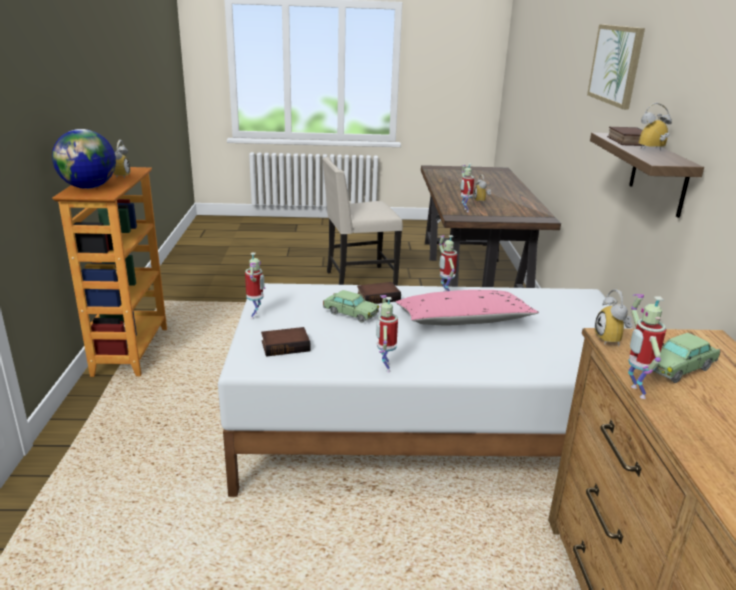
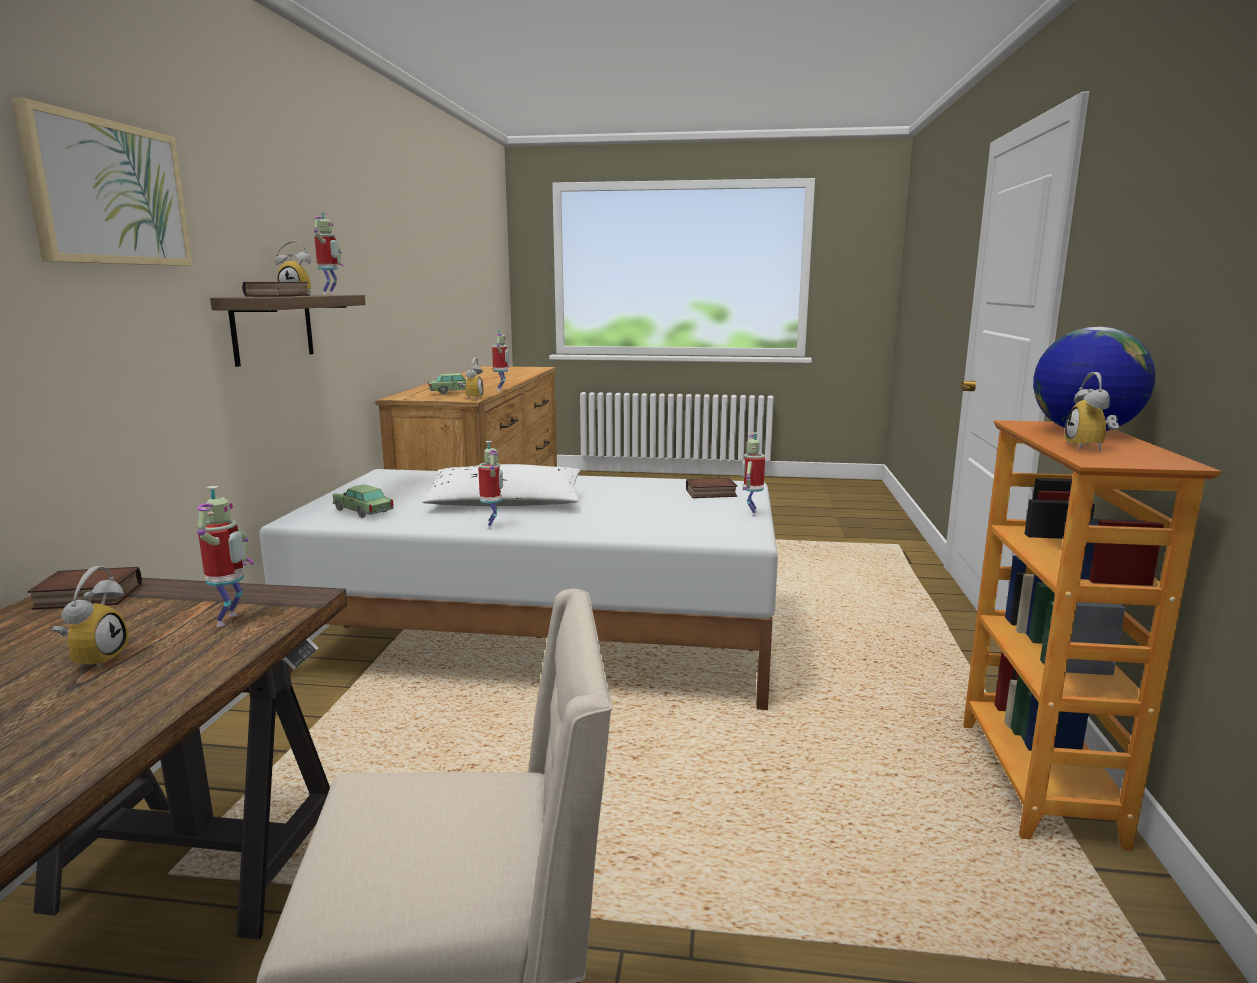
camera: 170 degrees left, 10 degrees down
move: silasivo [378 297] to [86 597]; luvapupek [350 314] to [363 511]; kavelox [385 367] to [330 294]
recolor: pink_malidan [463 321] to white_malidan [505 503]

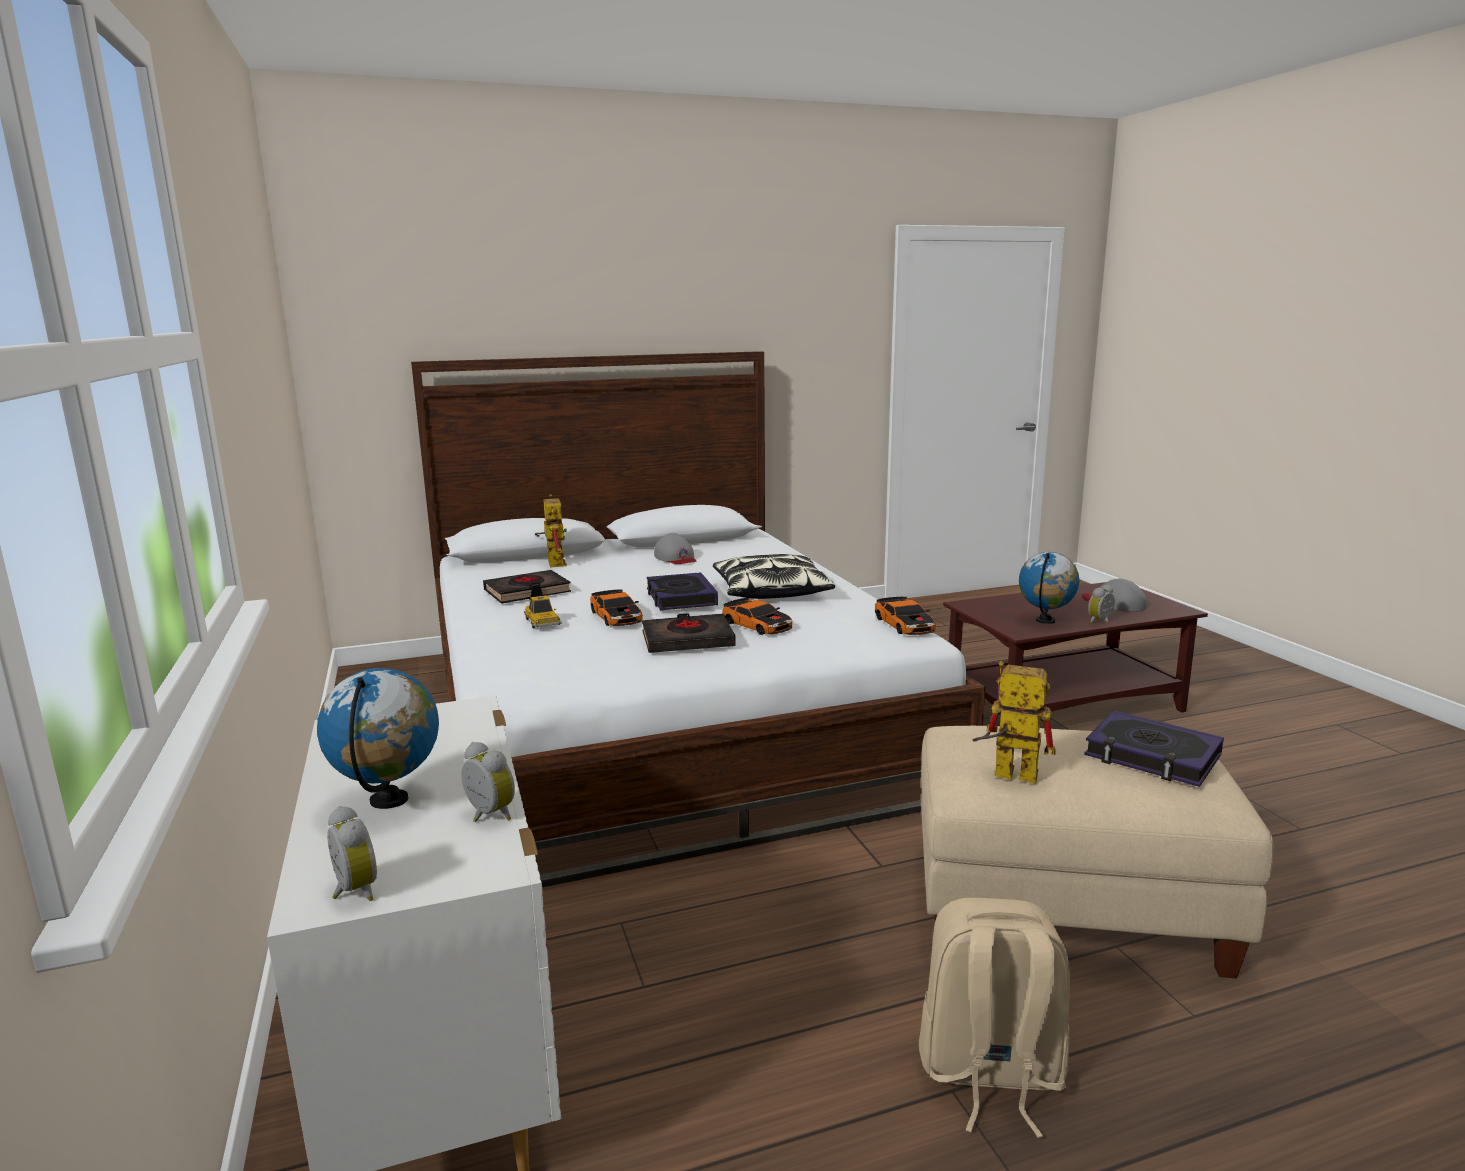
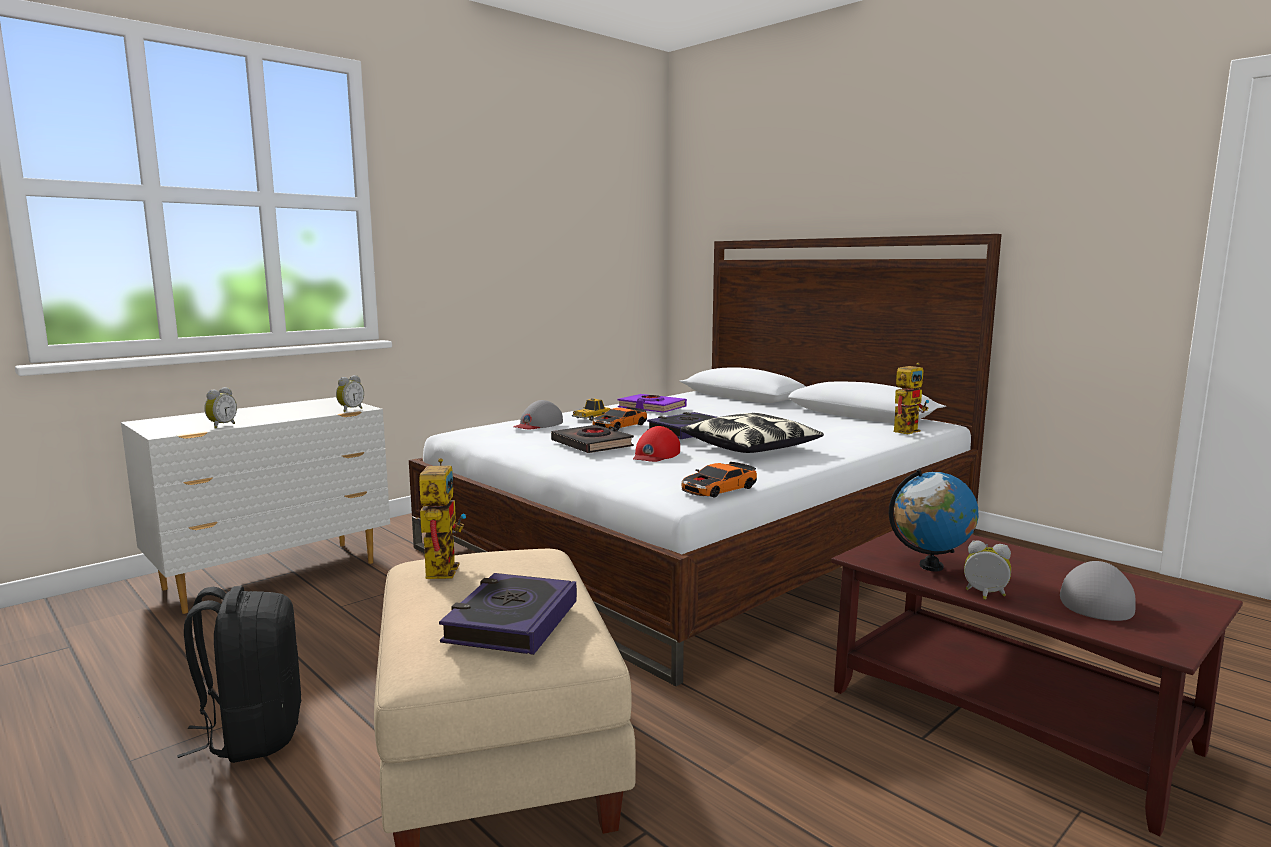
camera: 65 degrees right, 5 degrees down
delete: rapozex [389 800]
move: kavelox [553 562] to [907 430]; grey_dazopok [676 558] to [538 424]; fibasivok [352 892] to [350 410]
replace: luvapupek [758 624] to red_dazopok [655 454]
recolor: black_silasivo [527 592] to purple_silasivo [651 408]; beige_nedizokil [989 1074] to black_nedizokil [253 734]

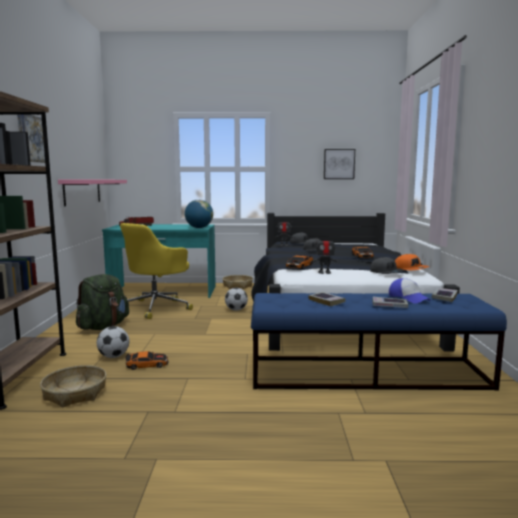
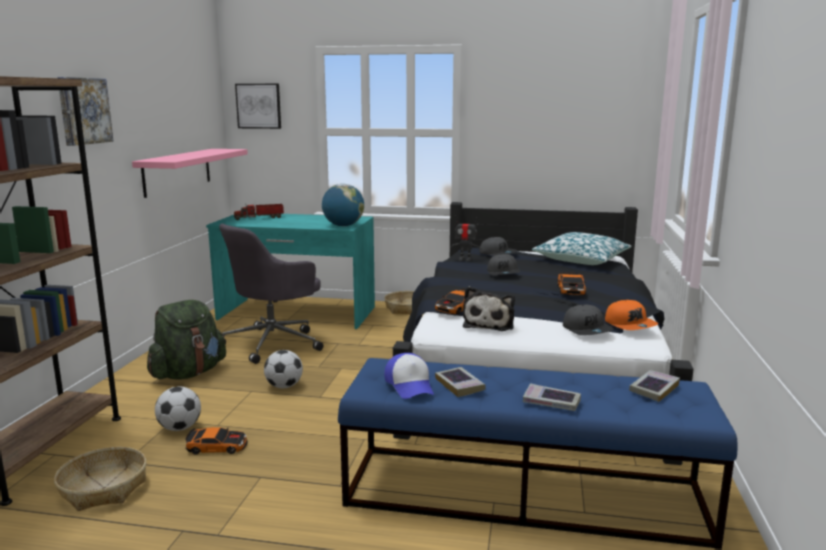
camera: 10 degrees right, 5 degrees up
insert: malidan [581 259]
move: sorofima [339 164] to [259 106]; dazopok [408 298] to [410 385]; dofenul [236 310] to [284 386]
replace: kavelox [324 272] to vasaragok [489 324]
recolor: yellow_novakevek [156 307] to grey_novakevek [273 343]

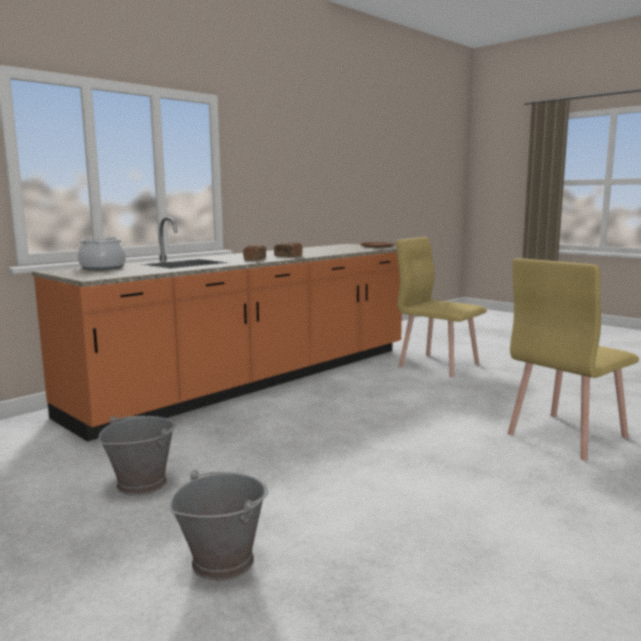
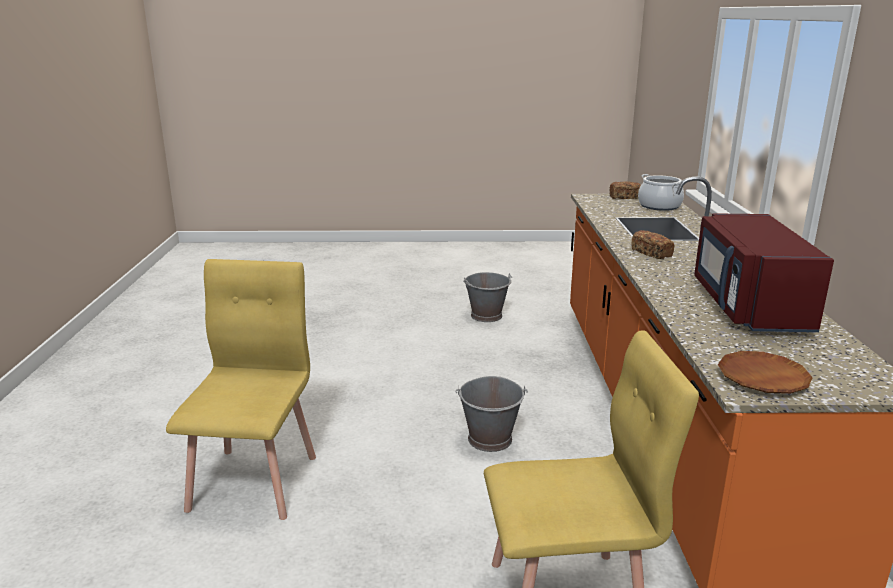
camera: 135 degrees right, 10 degrees up
insert: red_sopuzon [747 306]
move: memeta [288 256] to [625 197]; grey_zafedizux [223 561] to [490 439]

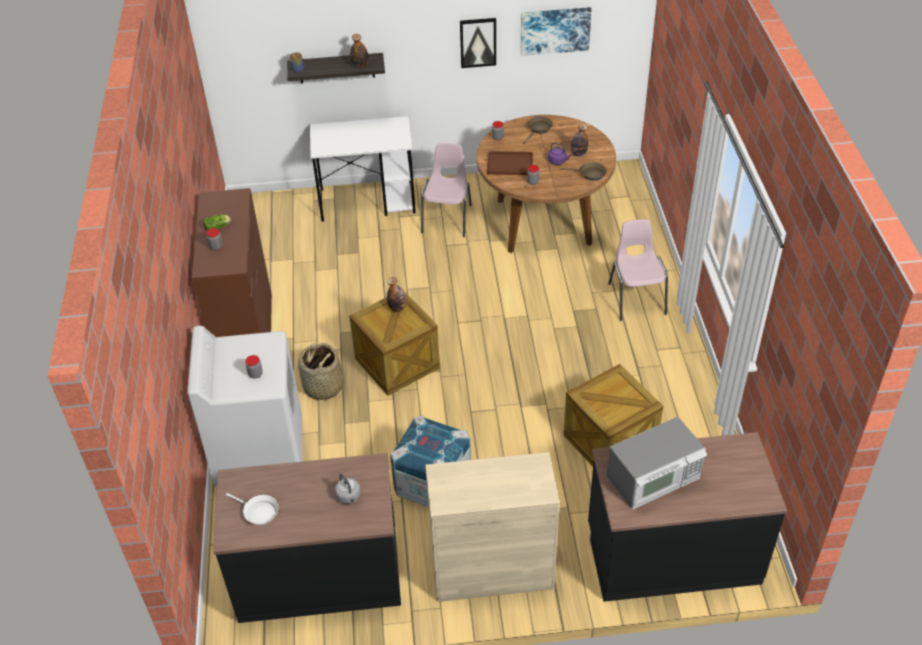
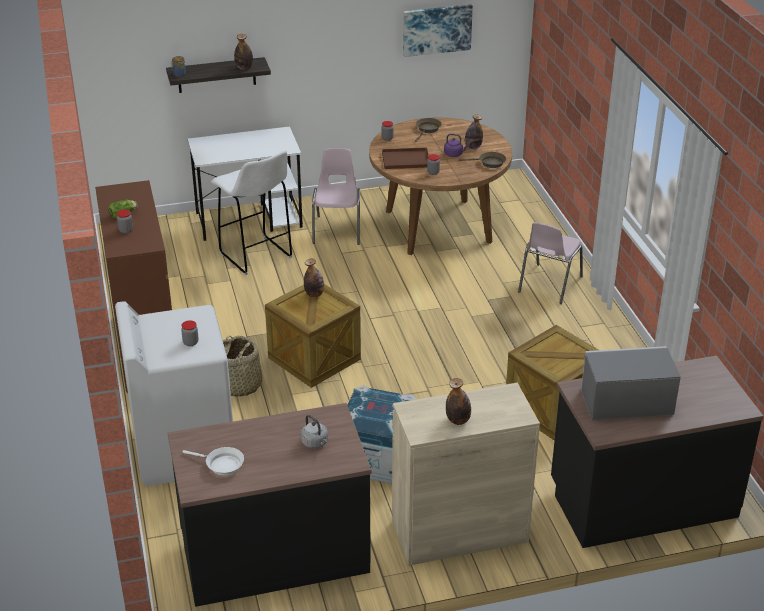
camera: 10 degrees left, 10 degrees down
delete: sorofima [478 42]
insert: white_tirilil [257 256]; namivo [458 420]
rotate: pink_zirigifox [636 298] = [549 284] 135 degrees counterclockwise; sopuzon [654 478] = [626 400] 150 degrees counterclockwise

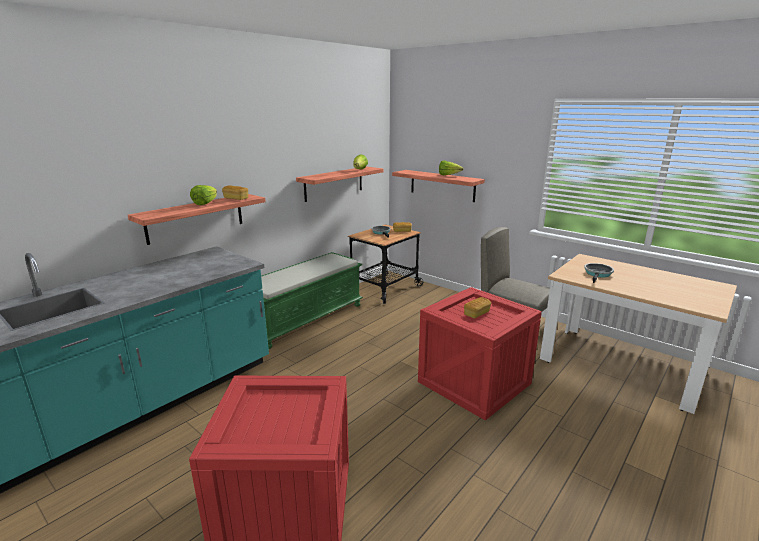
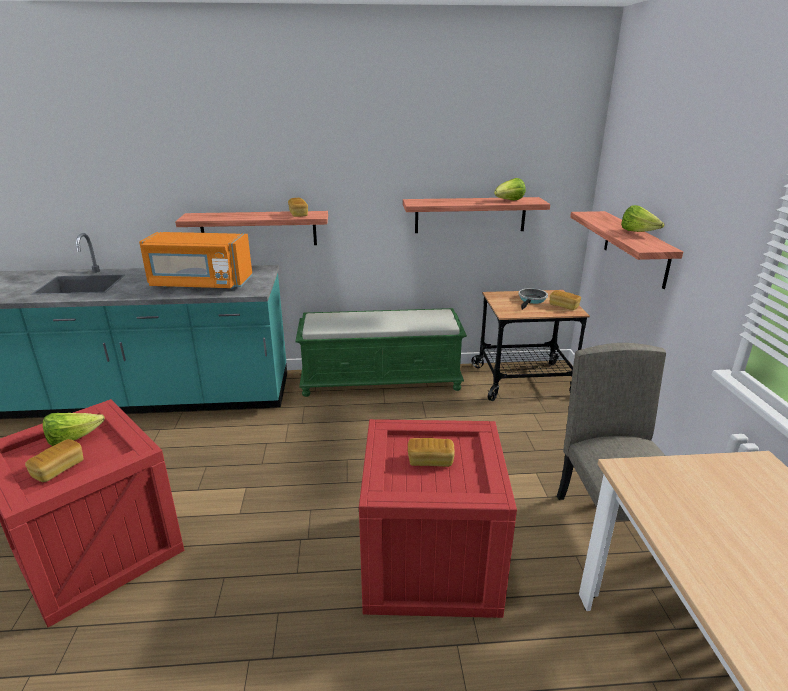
camera: 45 degrees right, 5 degrees up
delete: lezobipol [598 274]
insert: orange_sopuzon [200 284]; memeta [58 469]
move: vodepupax [205 203] to [73 439]

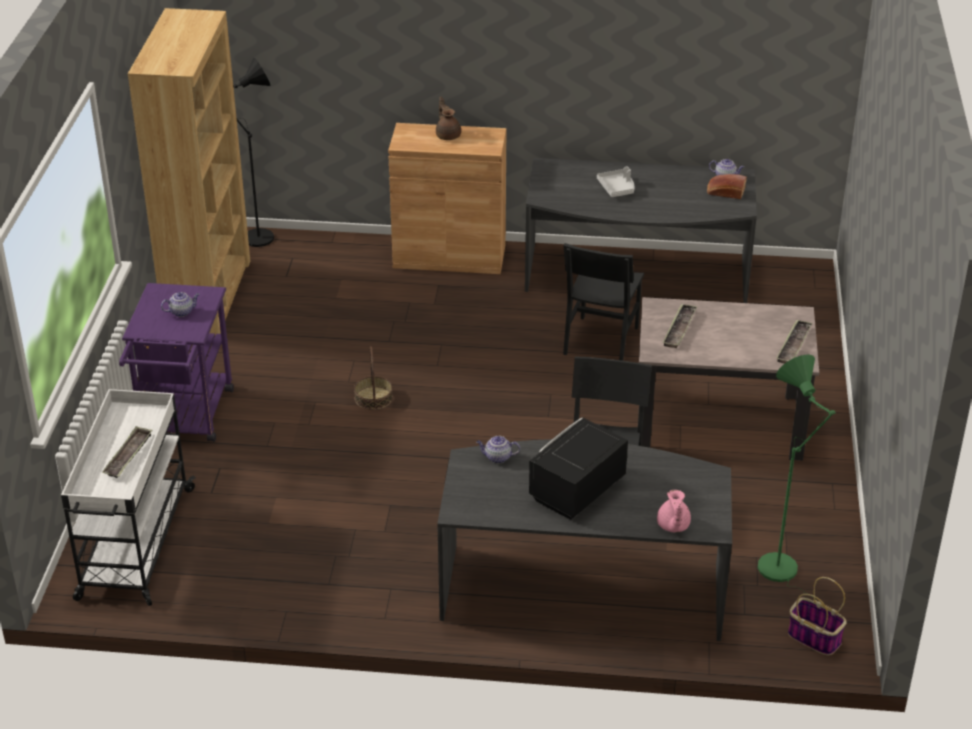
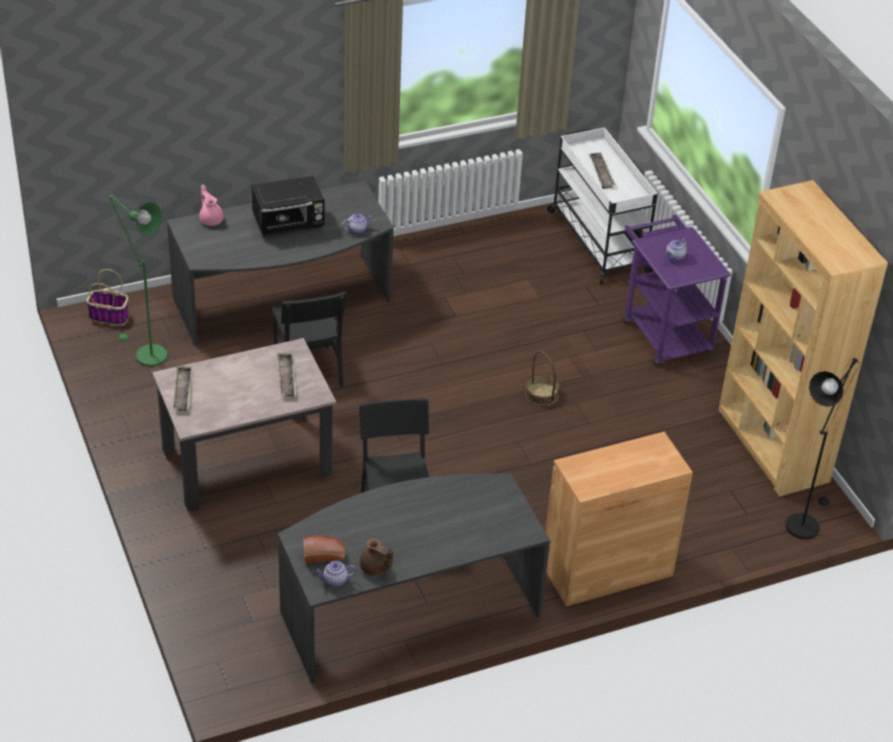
camera: 150 degrees right, 5 degrees up
delete: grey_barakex [617 188]
move: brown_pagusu [448 135] to [375 568]
rotate: black_sopuzon [575 490] = [289 223] 60 degrees clockwise

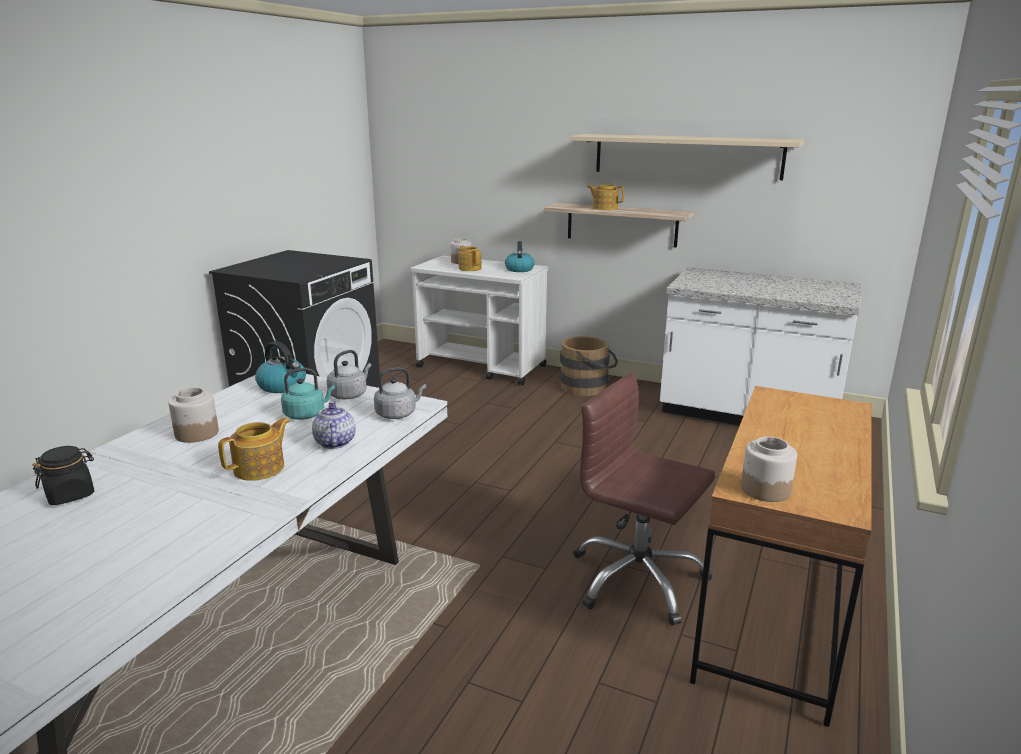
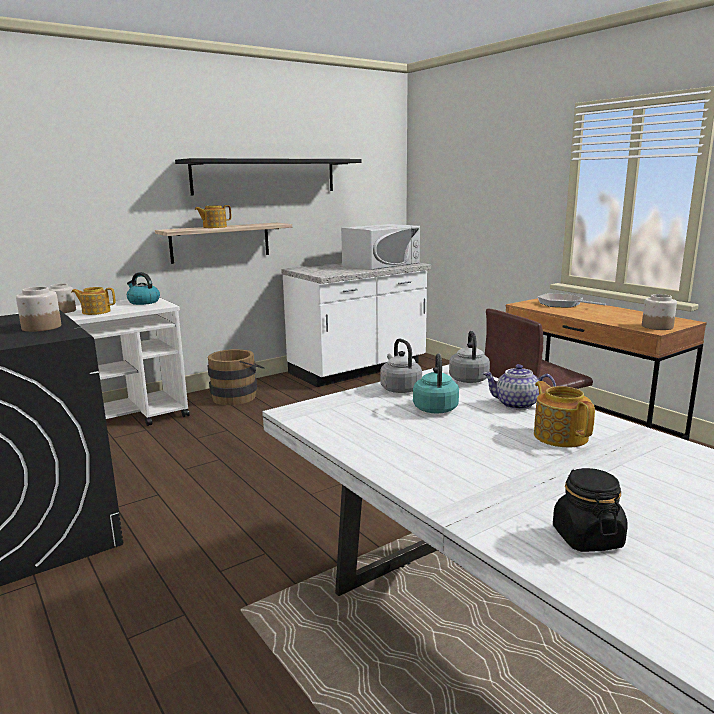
camera: 60 degrees left, 5 degrees down
delete: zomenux [283 386]
insert: white_sopuzon [381 264]; lezobipol [563 304]
move: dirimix [196 433] to [41 327]
recolor: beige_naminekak [686 156] to black_naminekak [265 176]

